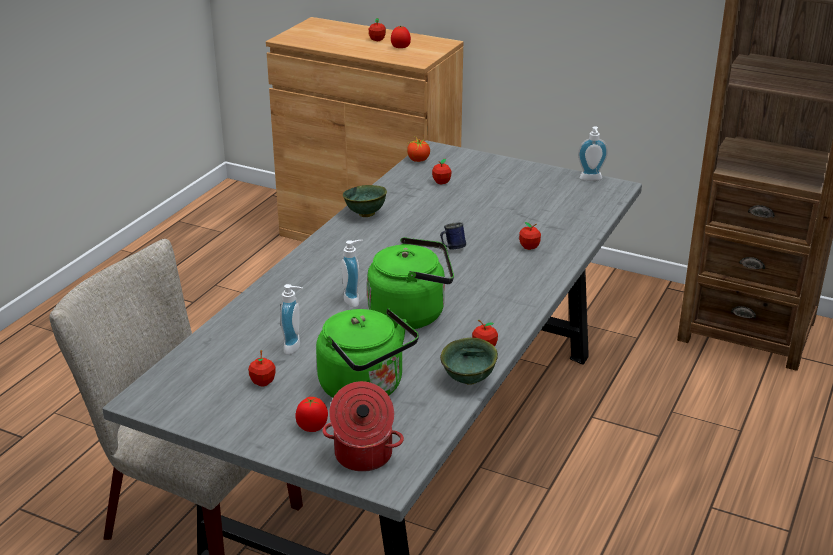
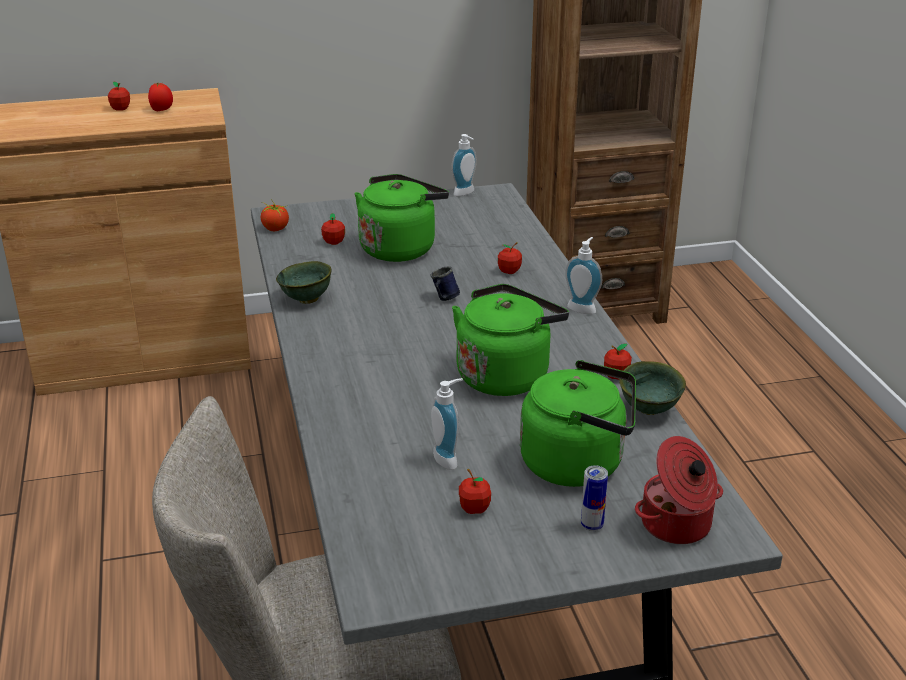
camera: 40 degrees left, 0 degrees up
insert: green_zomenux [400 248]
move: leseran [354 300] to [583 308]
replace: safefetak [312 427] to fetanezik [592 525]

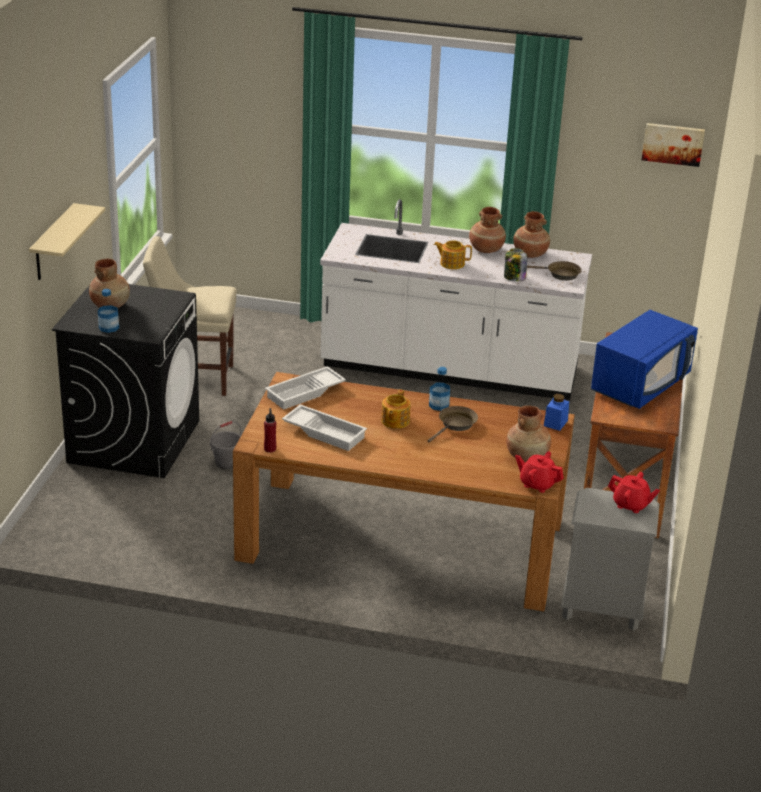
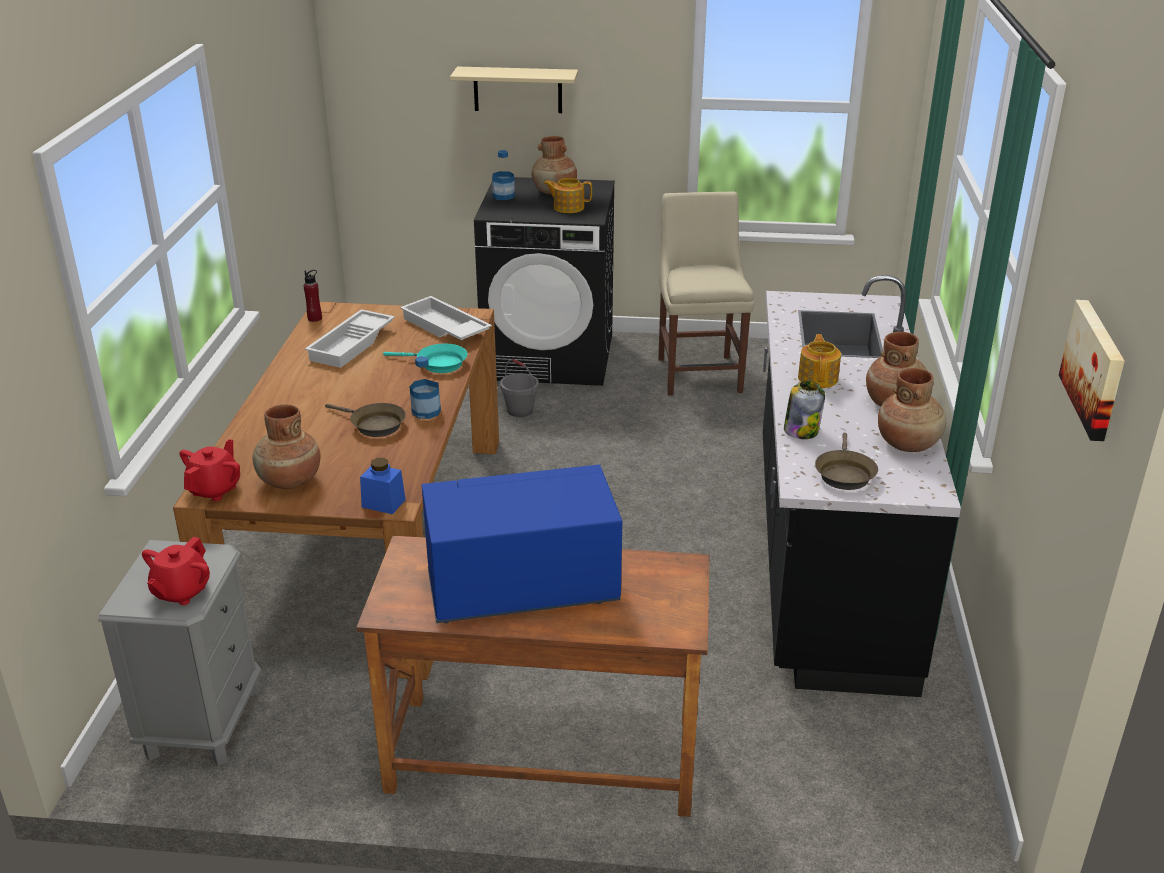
camera: 85 degrees right, 0 degrees up
insert: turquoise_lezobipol [437 364]
move: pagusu [394 421] to [568 207]
recolor: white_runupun [449 370] to black_runupun [826 557]
rotate: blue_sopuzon [640 384] = [520 588] 135 degrees clockwise

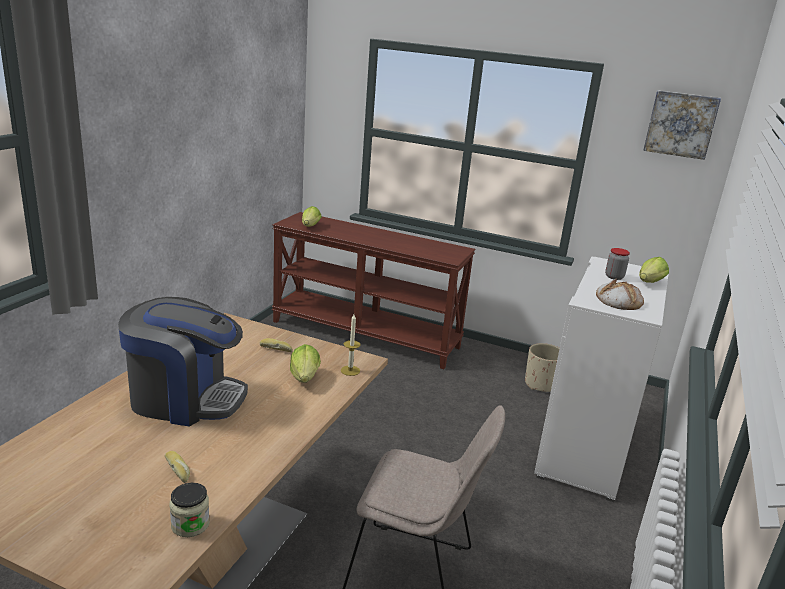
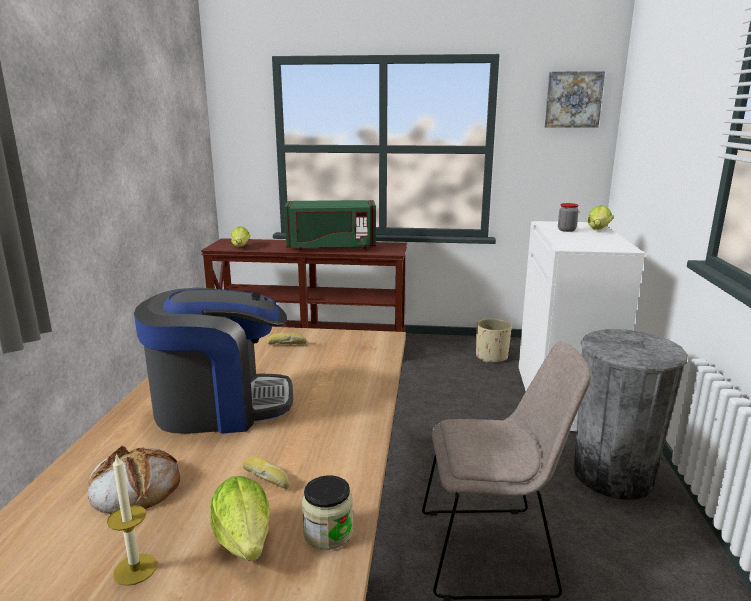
camera: 15 degrees left, 5 degrees down
insert: green_sopuzon [331 247]; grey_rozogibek [613 475]
move: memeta [618 300] to [134 486]; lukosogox [350 370] to [135 569]; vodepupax [304 379] to [245 545]

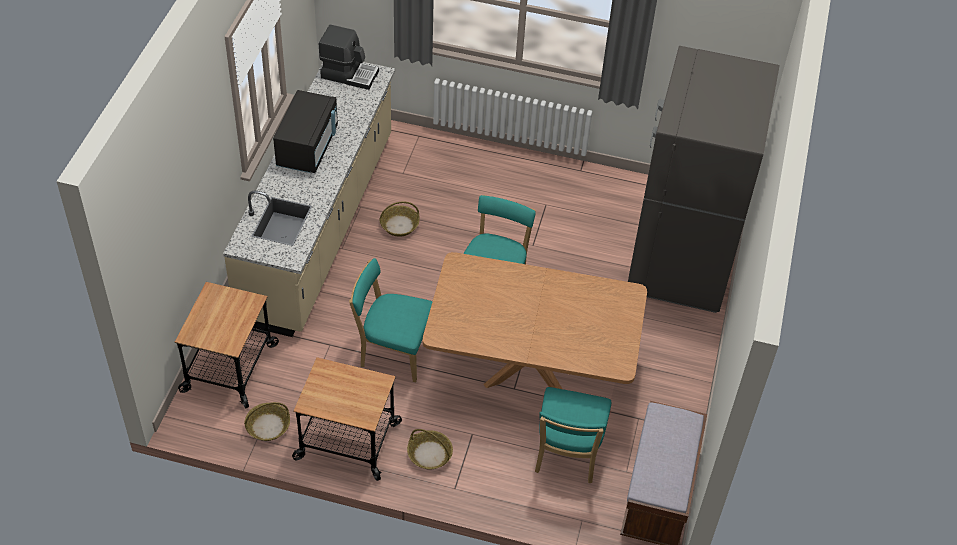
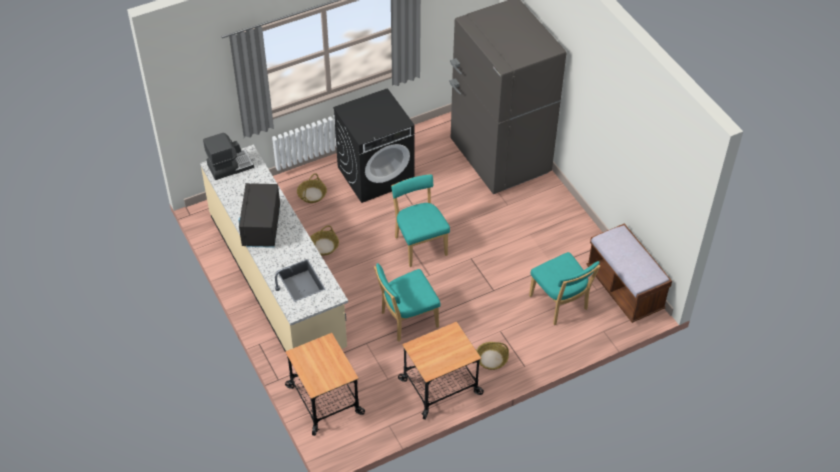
camera: 40 degrees left, 0 degrees up
delete: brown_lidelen [530 373]
insert: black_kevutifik [376 174]
move: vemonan [268 426] to [312 194]
rotate: black_sopuzon [308 147] = [261 227] 150 degrees counterclockwise

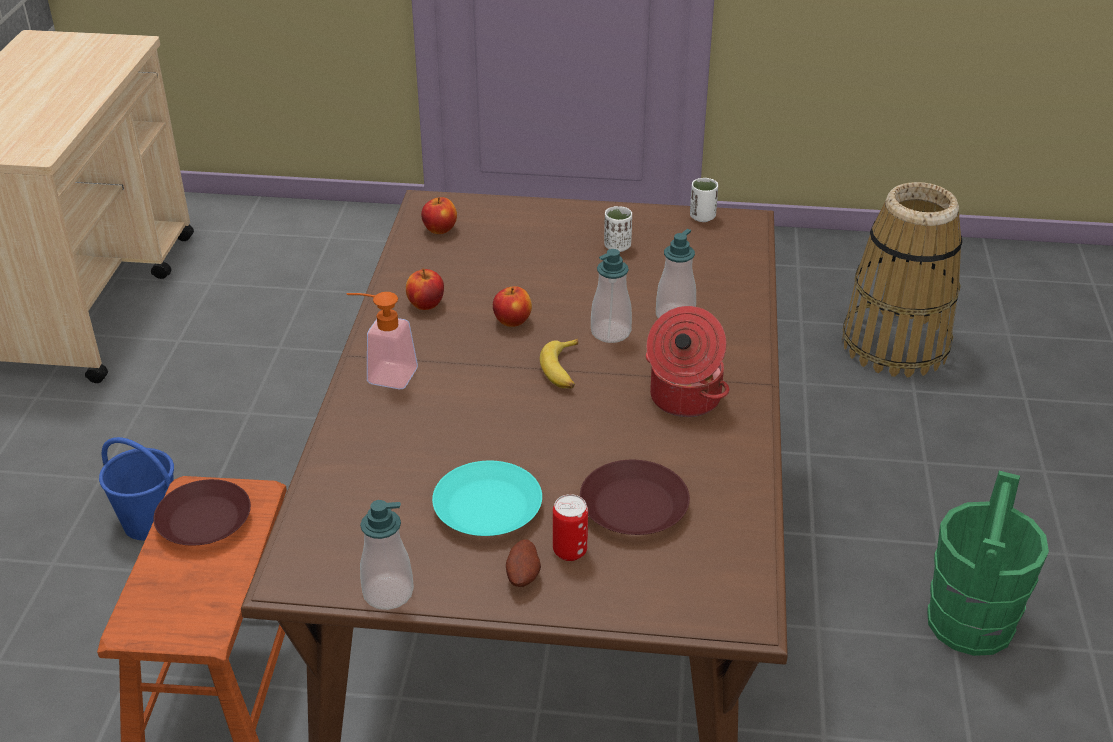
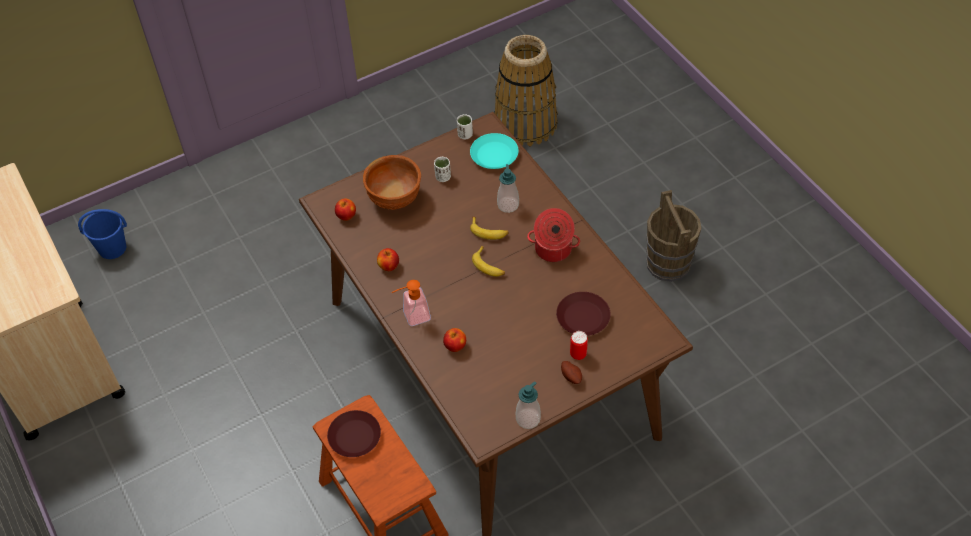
camera: 35 degrees left, 15 degrees up
insert: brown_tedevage [394 199]
move: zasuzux [512 321] to [455 346]; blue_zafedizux [148 522] to [112 248]; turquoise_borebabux [486 507] to [493 155]
replace: leseran [610 332] to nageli [489 232]
recolor: green_zafedizux [970 622] to brown_zafedizux [668 263]

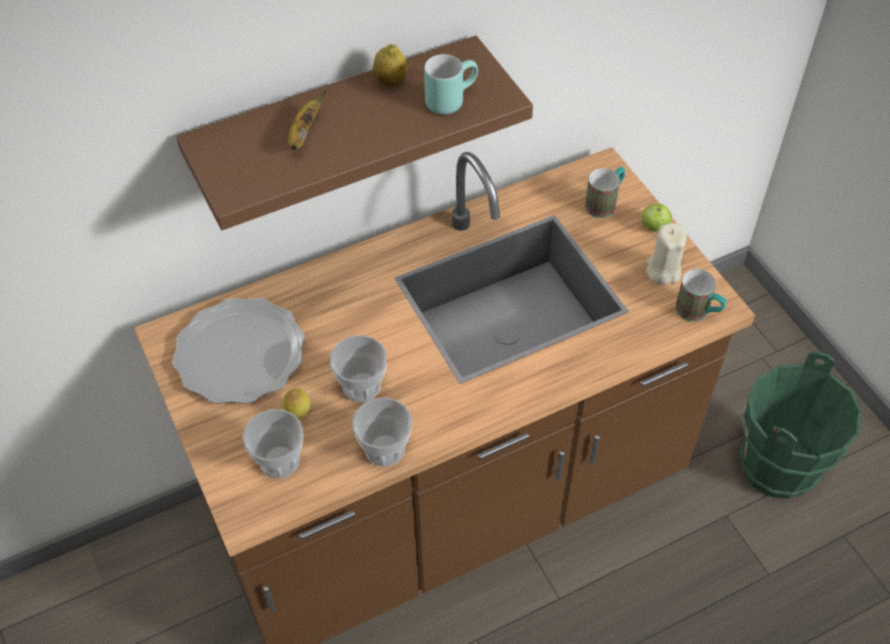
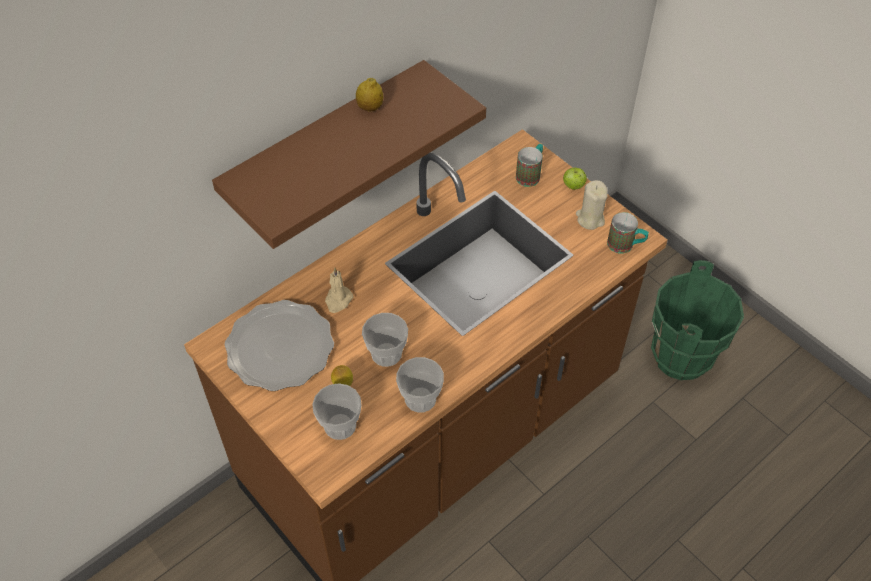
camera: 15 degrees left, 0 degrees up
delete: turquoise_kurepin [450 99]; nageli [304 133]
insert: beige_lukosogox [338 300]

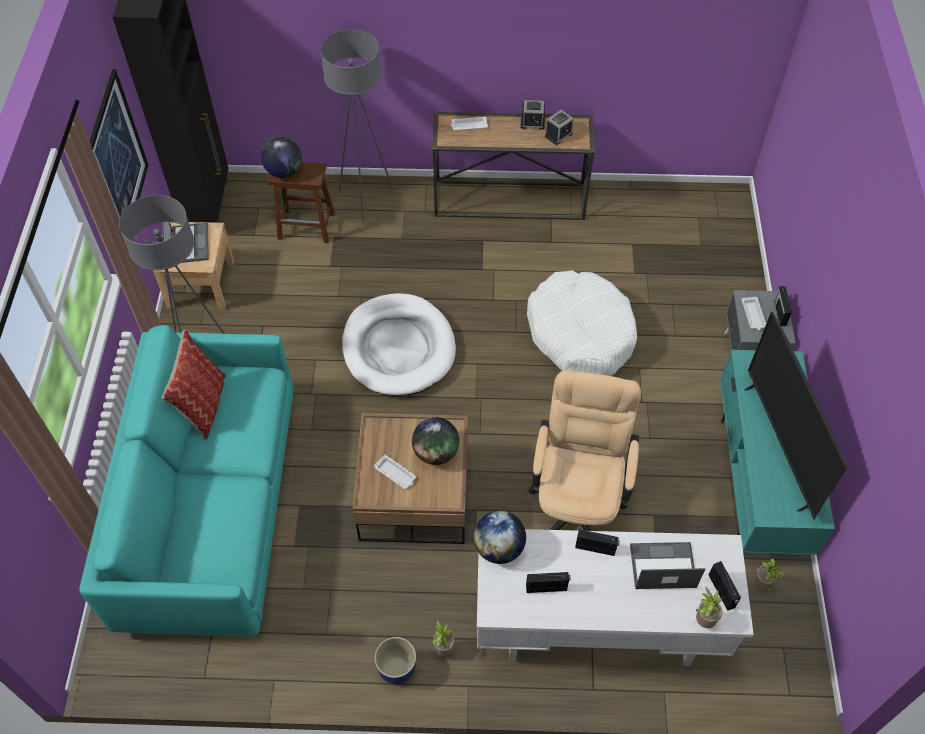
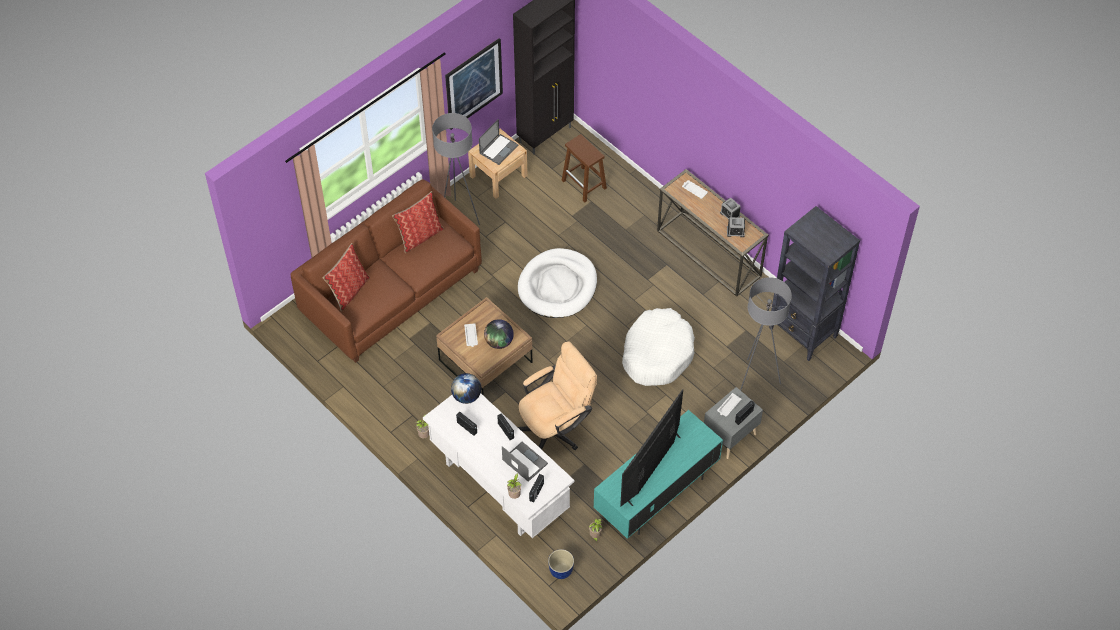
camera: 45 degrees right, 0 degrees up
delete: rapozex [284 171]
insert: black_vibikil [803 333]; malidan [349 291]
move: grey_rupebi [366 201] to [756 378]; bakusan [396 669] to [560 571]
recolor: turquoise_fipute [211 509] to brown_fipute [391 292]

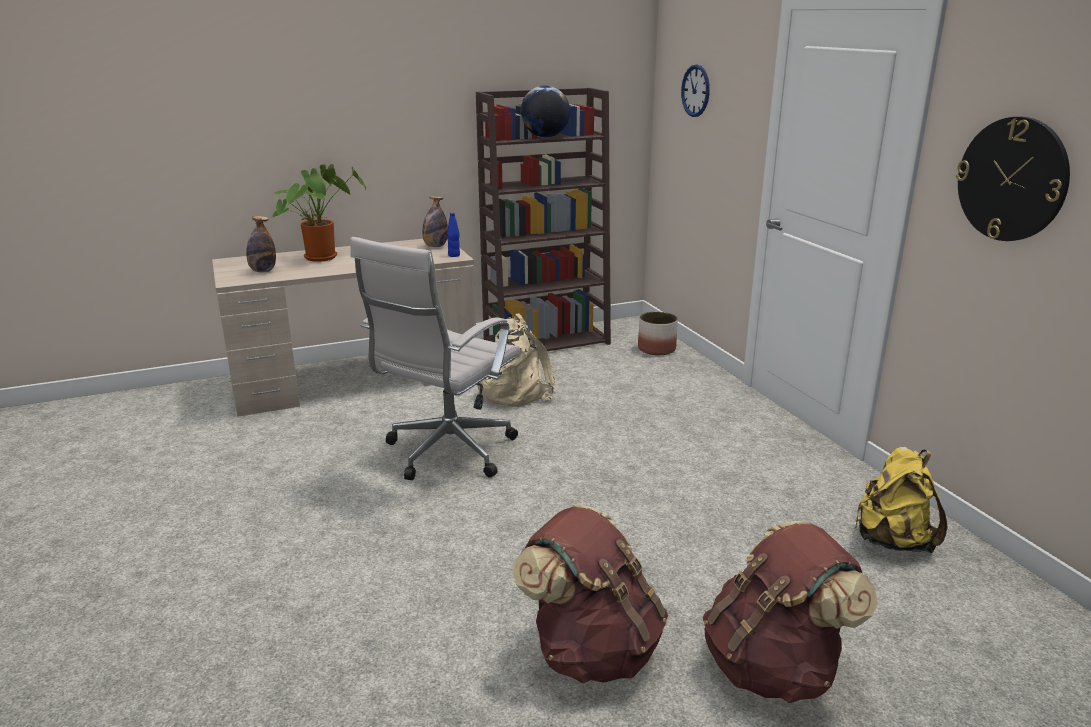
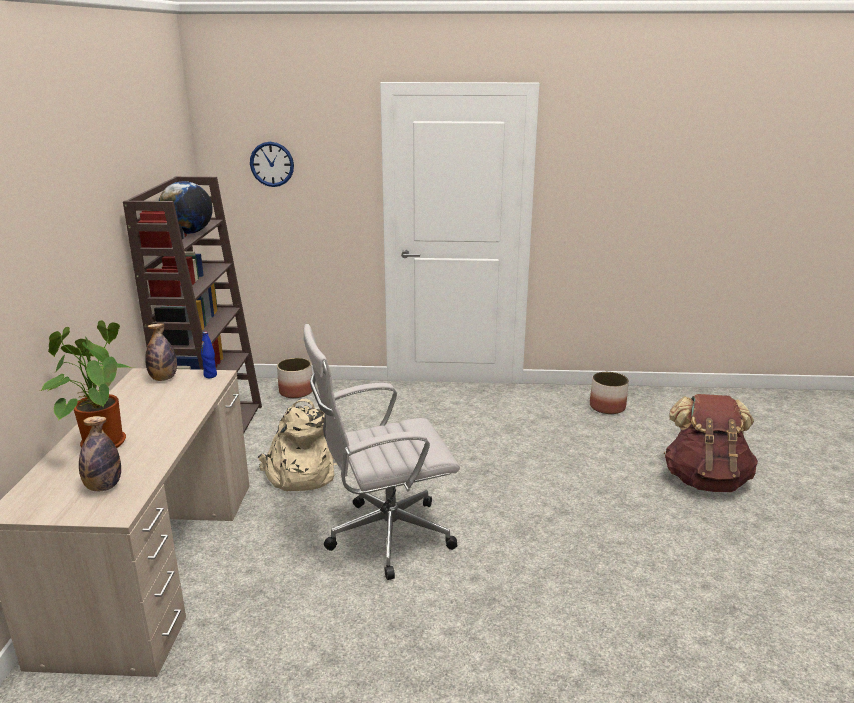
camera: 65 degrees left, 0 degrees up
delete: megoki [1012 179]; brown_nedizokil [591 650]
replace: yellow_nedizokil [892 541] to bakusan [607 407]
rotate: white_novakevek [446 453] = [384 537] 105 degrees clockwise

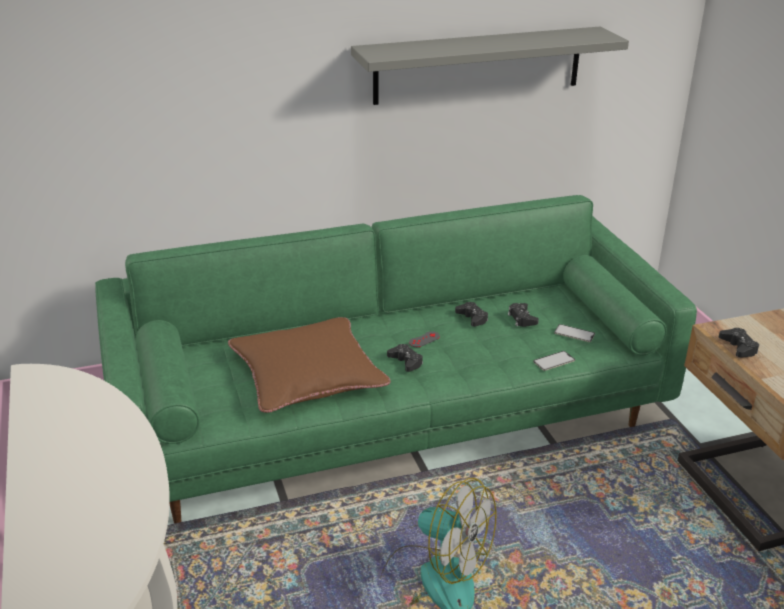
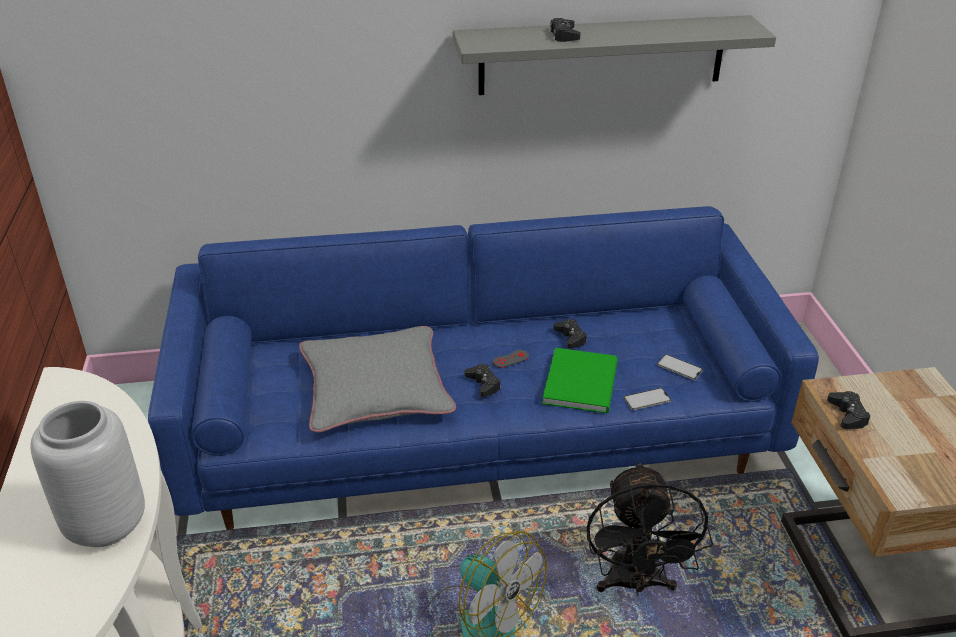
camera: 10 degrees right, 5 degrees up
insert: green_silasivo [583 381]; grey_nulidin [104 524]; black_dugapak [635 584]
move: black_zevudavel [522 318] to [564 35]
recolor: green_fipute [390 414] to blue_fipute [478 429]; brown_malidan [307 375] to grey_malidan [375 389]

